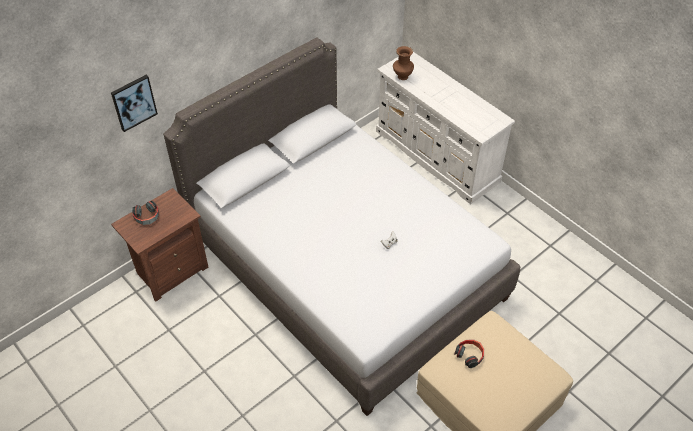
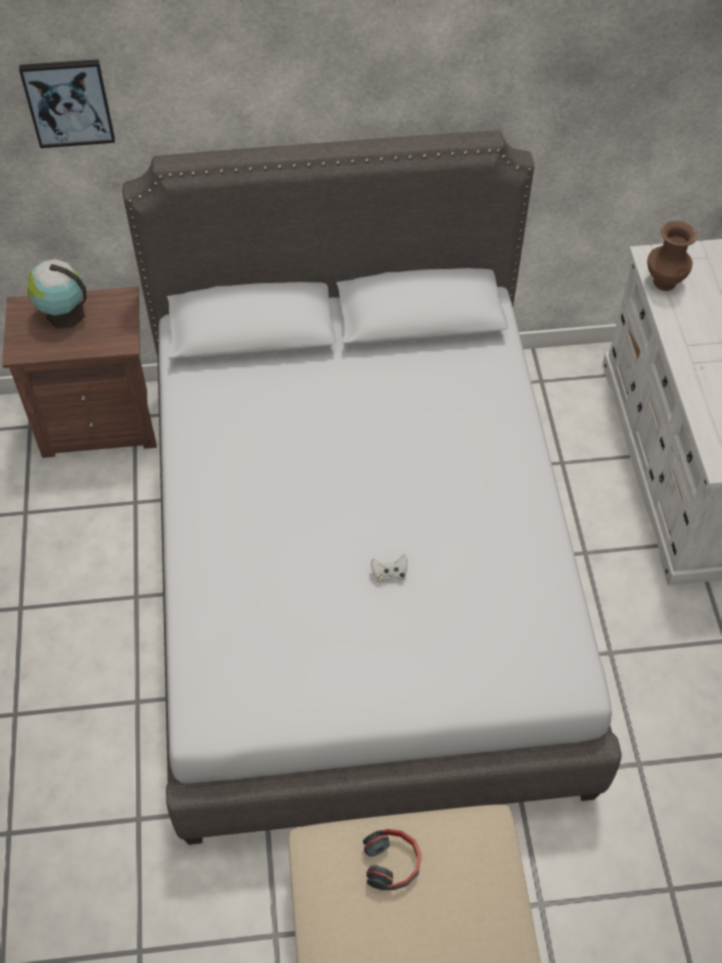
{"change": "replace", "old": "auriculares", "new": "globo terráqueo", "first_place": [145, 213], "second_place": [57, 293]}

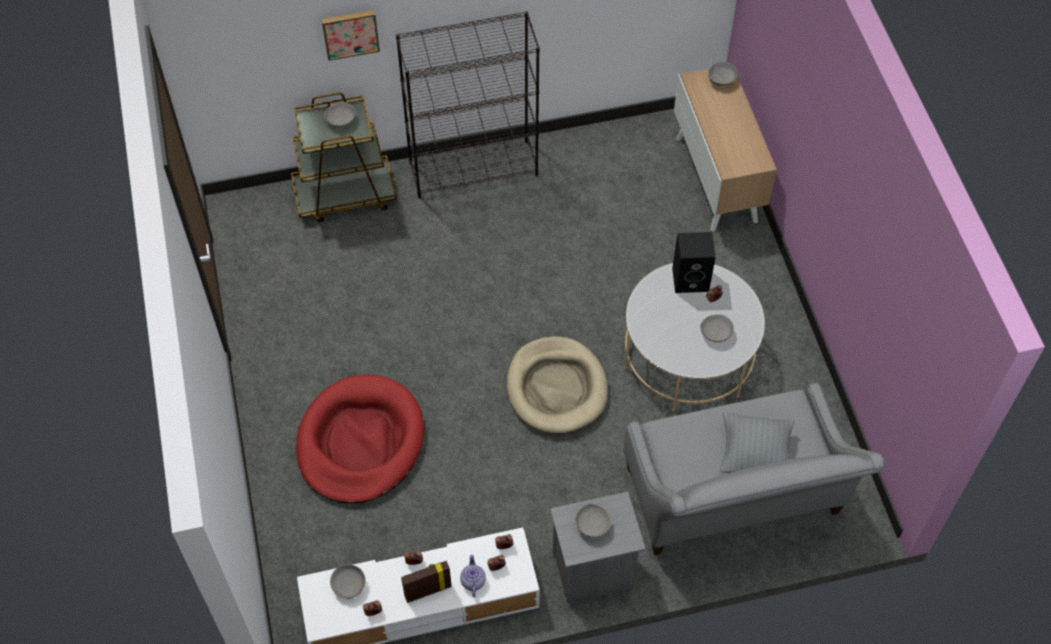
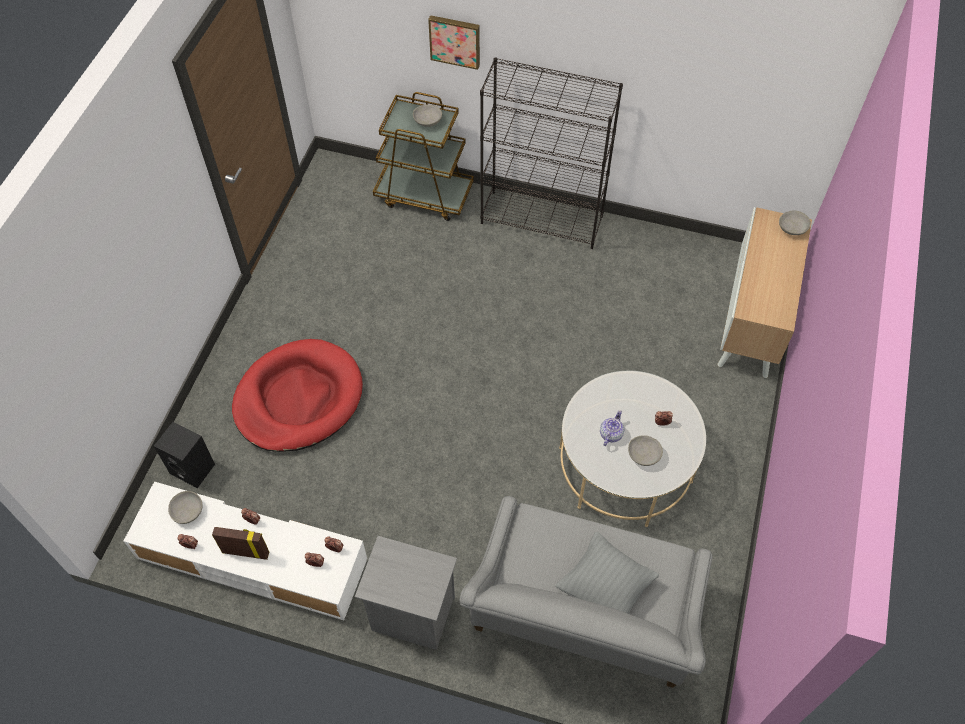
{"change": "move", "old": "altavoz (negro)", "first_place": [694, 262], "second_place": [184, 455]}
{"change": "move", "old": "tetera", "first_place": [473, 576], "second_place": [612, 428]}
{"change": "delete", "old": "cama para perro (beis)", "first_place": [557, 385]}
{"change": "delete", "old": "cuenco (gris)", "first_place": [593, 520]}

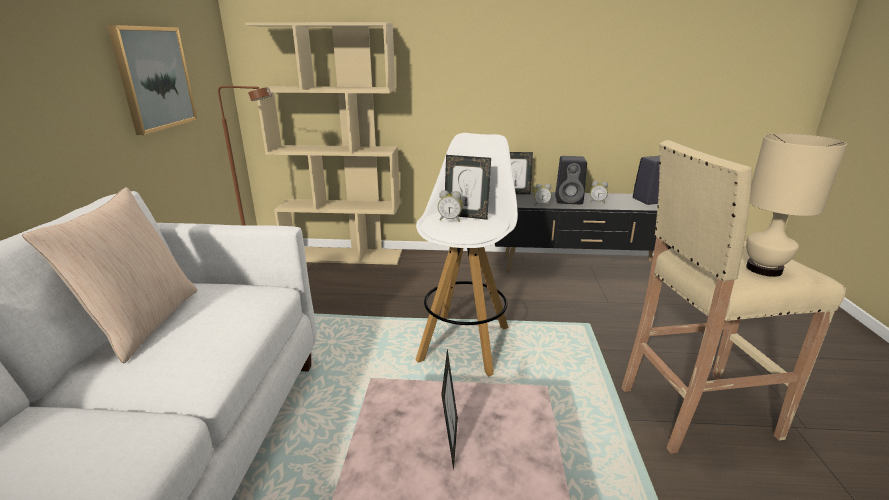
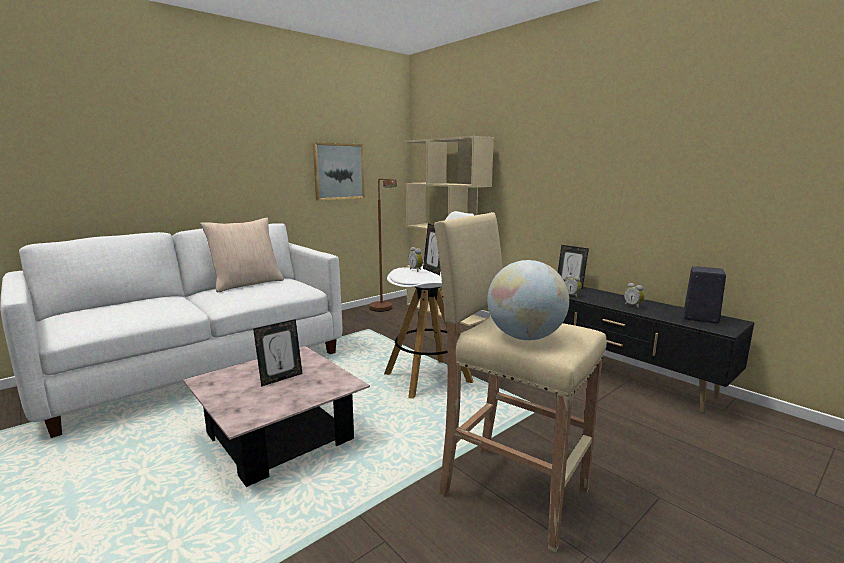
{"change": "replace", "old": "lámpara de mesa (beis)", "new": "globo terráqueo", "first_place": [796, 205], "second_place": [528, 300]}
{"change": "delete", "old": "altavoz (negro)", "first_place": [571, 180]}

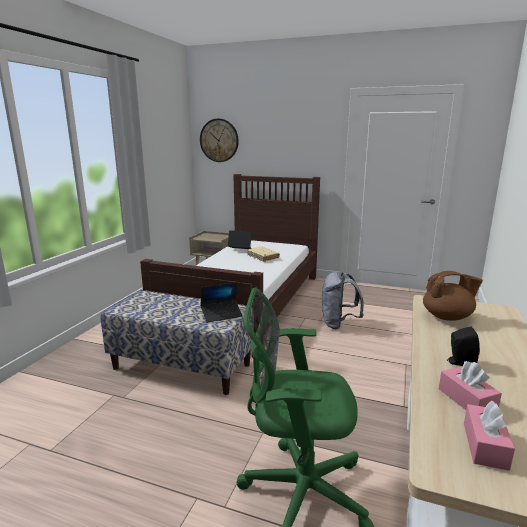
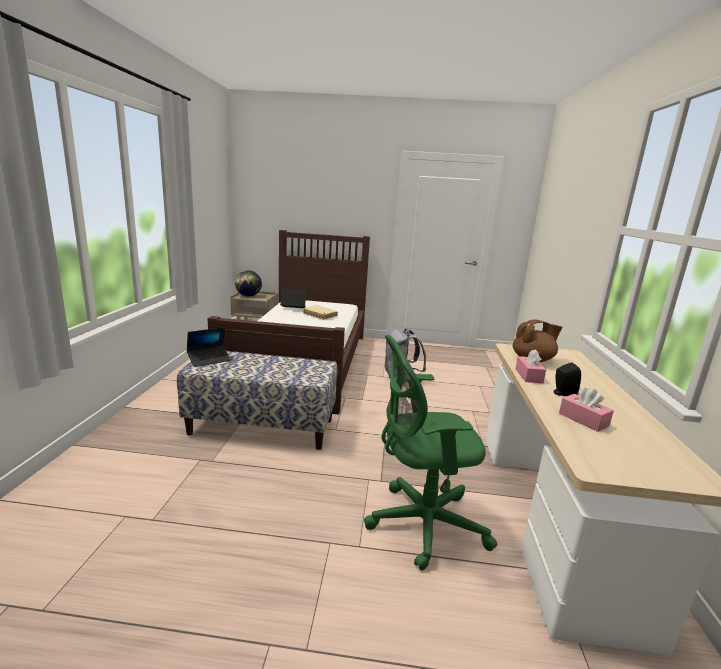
{"change": "move", "old": "portátil", "first_place": [221, 302], "second_place": [209, 347]}
{"change": "insert", "new": "globo terráqueo", "second_place": [248, 283]}
{"change": "move", "old": "caja de pañuelos (rosa)", "first_place": [489, 435], "second_place": [530, 366]}
{"change": "delete", "old": "reloj de pared", "first_place": [219, 140]}

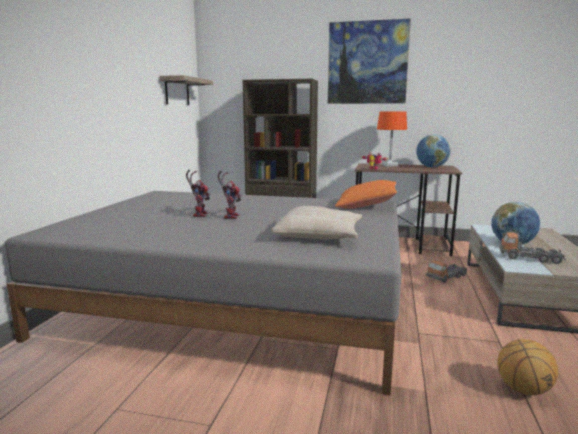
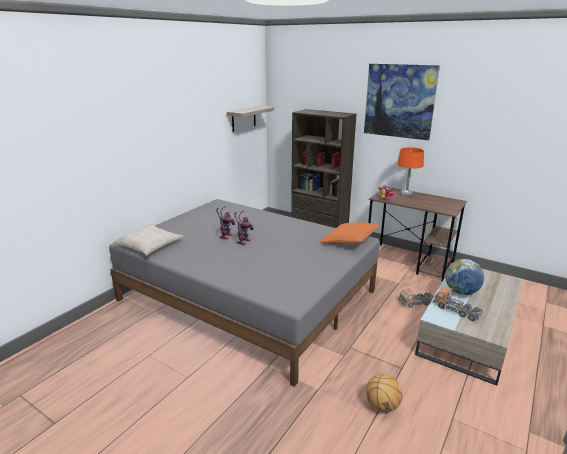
{"change": "move", "old": "cojín (beis)", "first_place": [316, 222], "second_place": [149, 240]}
{"change": "delete", "old": "globo terráqueo", "first_place": [433, 150]}

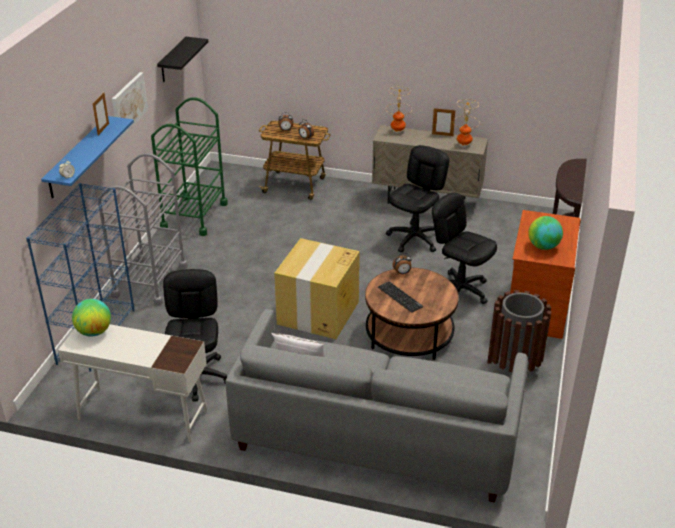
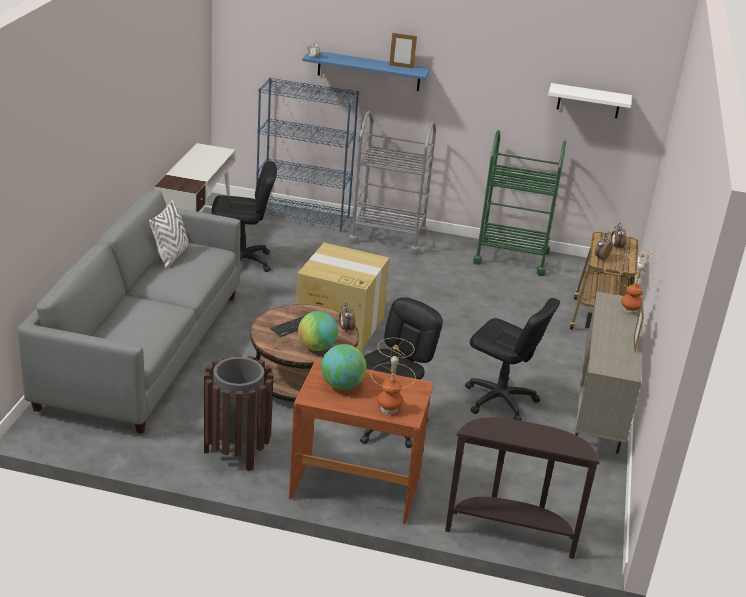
{"change": "move", "old": "globo terráqueo", "first_place": [91, 318], "second_place": [318, 331]}
{"change": "move", "old": "lámpara de mesa", "first_place": [466, 123], "second_place": [393, 376]}
{"change": "recolor", "old": "estante (negro)", "new": "estante (blanco)", "first_place": [182, 59], "second_place": [590, 100]}
{"change": "delete", "old": "cuadro", "first_place": [130, 105]}

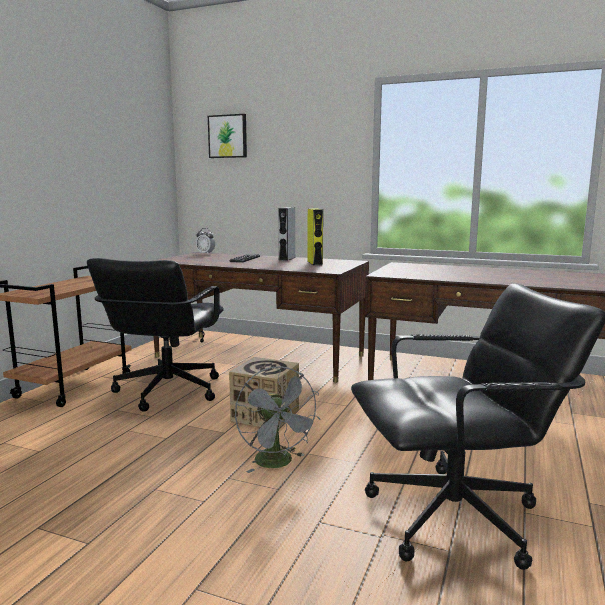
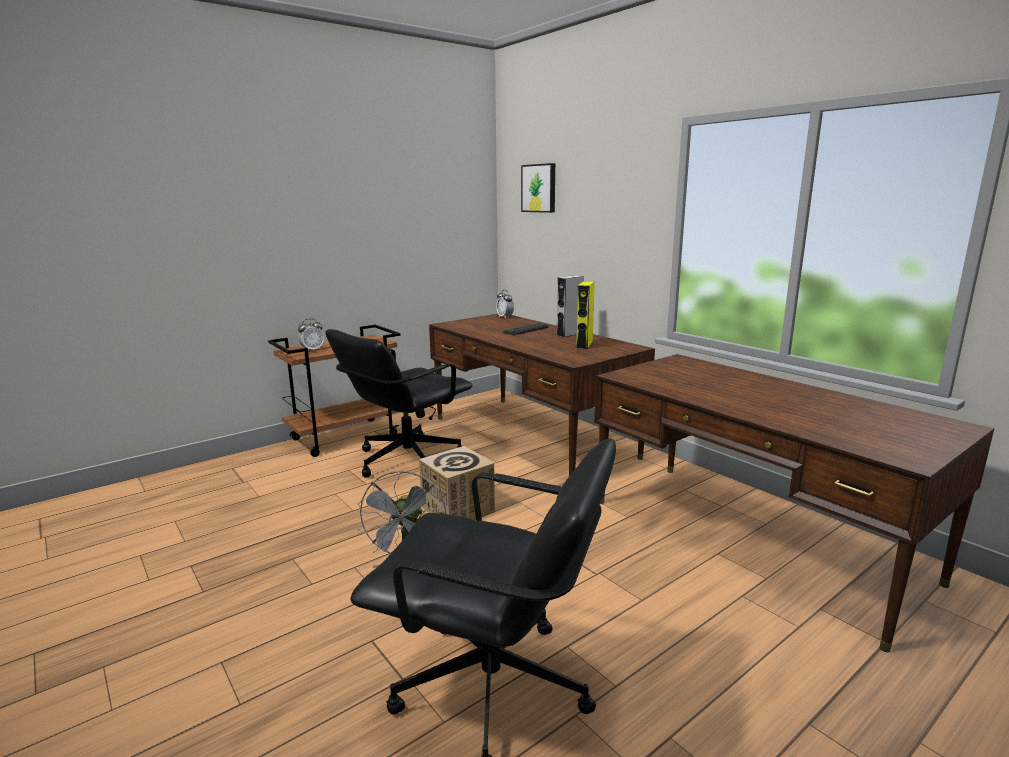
{"change": "insert", "new": "despertador", "second_place": [311, 334]}

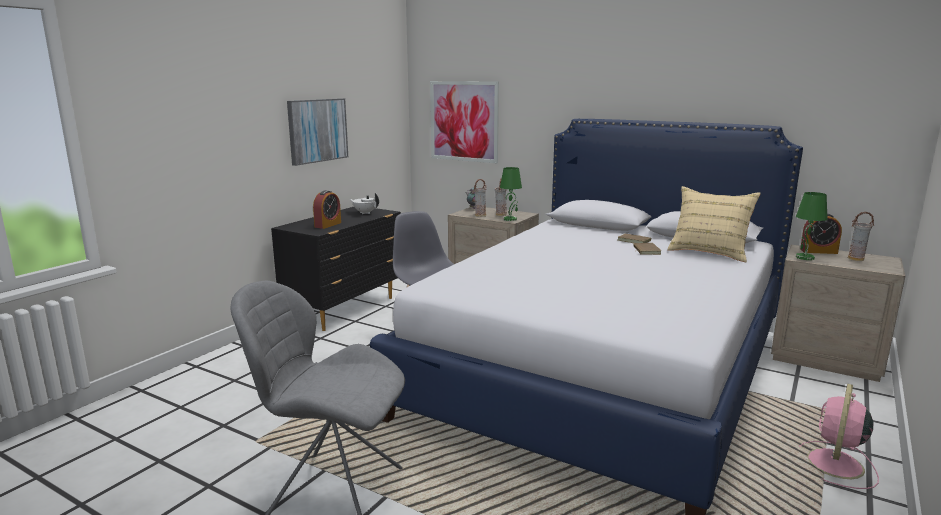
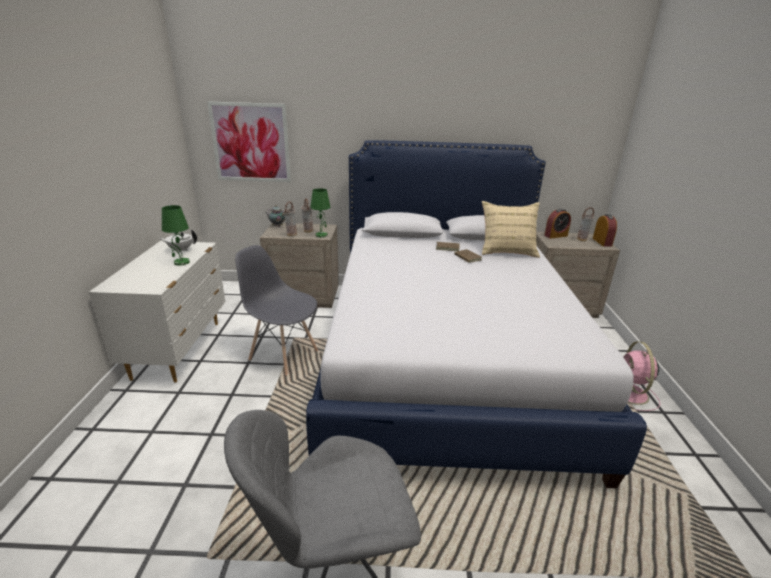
{"change": "recolor", "old": "cómoda (negro)", "new": "cómoda (blanco)", "first_place": [336, 269], "second_place": [157, 312]}
{"change": "move", "old": "lámpara de mesa (verde)", "first_place": [812, 226], "second_place": [176, 235]}
{"change": "move", "old": "despertador", "first_place": [327, 209], "second_place": [605, 231]}
{"change": "delete", "old": "cuadro", "first_place": [317, 132]}

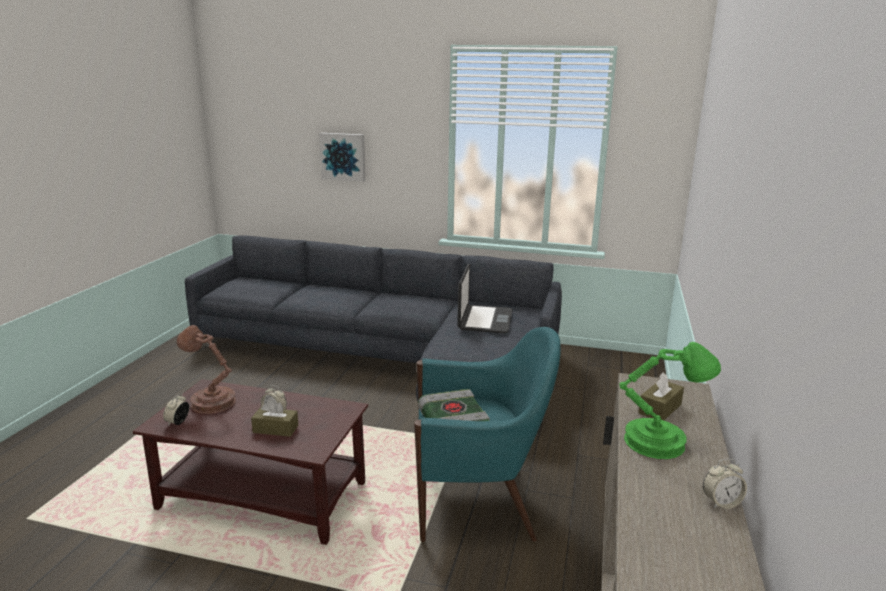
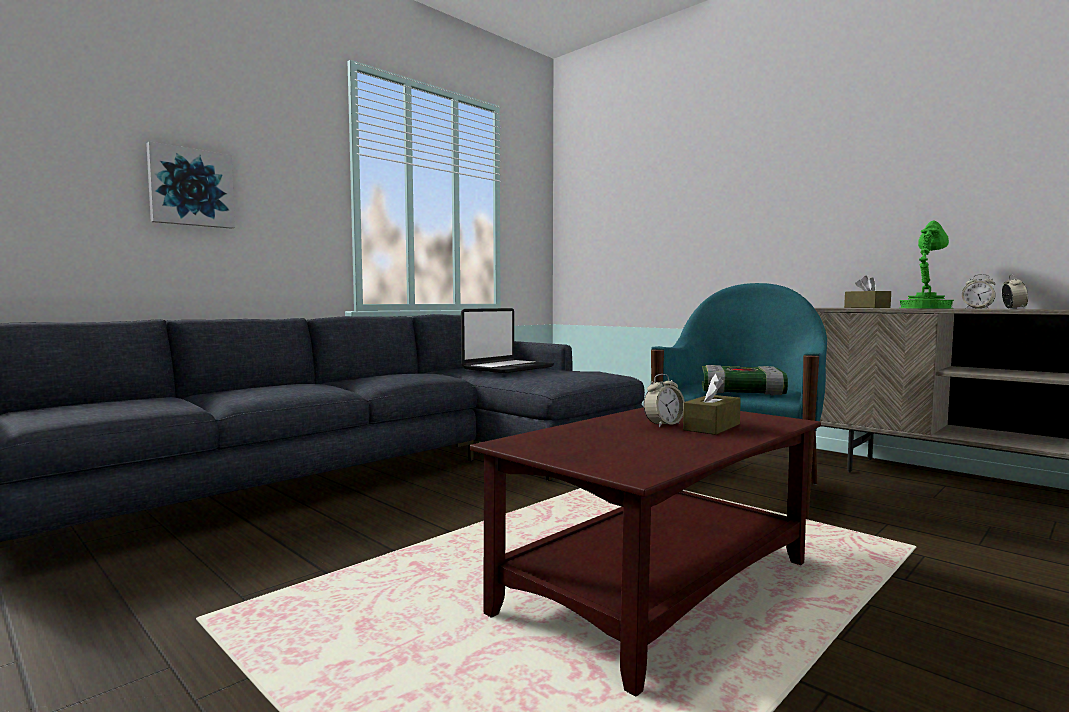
{"change": "rotate", "old": "portátil", "first_place": [485, 298], "second_place": [507, 340], "degrees": 90}
{"change": "move", "old": "despertador", "first_place": [176, 410], "second_place": [979, 291]}
{"change": "delete", "old": "lámpara de mesa (marrón)", "first_place": [206, 369]}

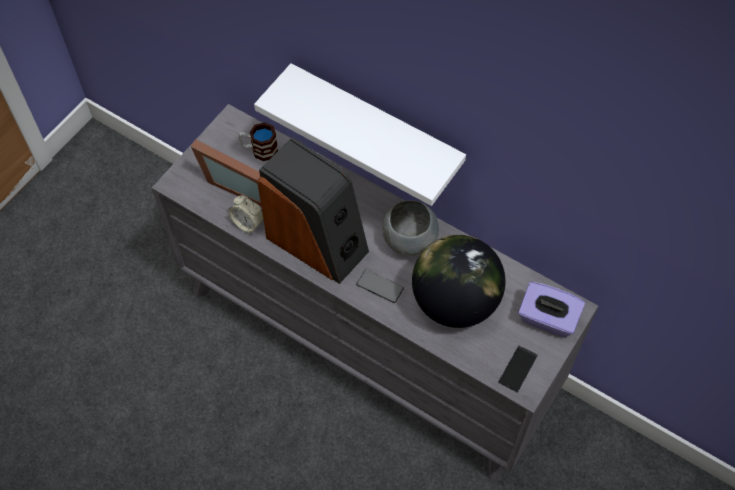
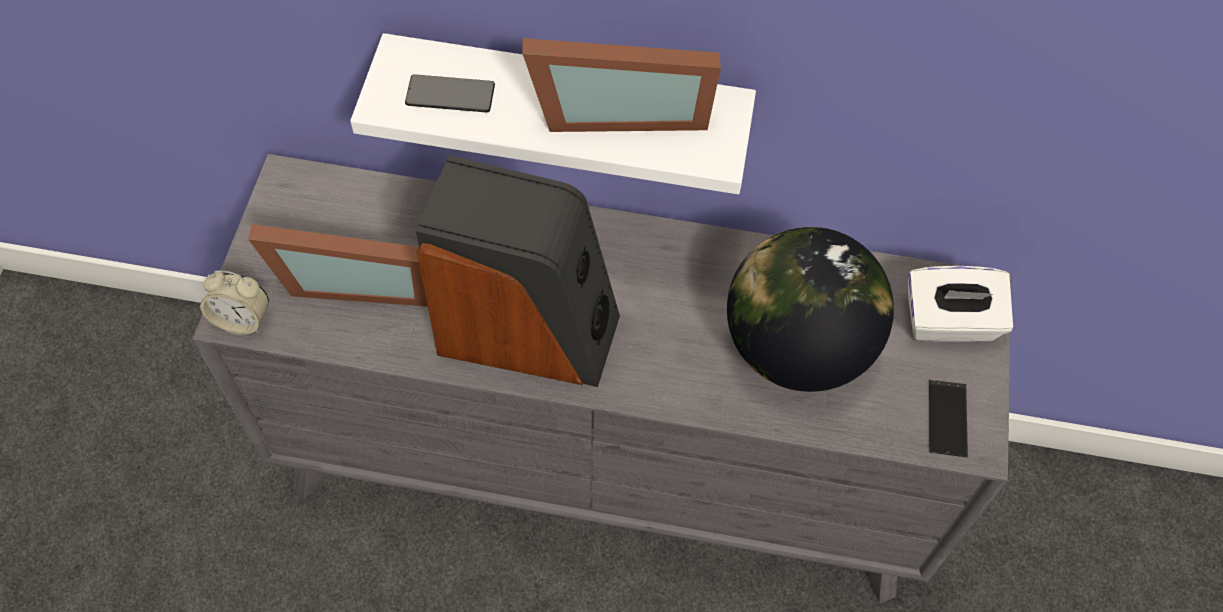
{"change": "move", "old": "despertador", "first_place": [246, 214], "second_place": [234, 303]}
{"change": "move", "old": "móvil", "first_place": [380, 286], "second_place": [450, 93]}
{"change": "insert", "new": "portarretratos", "second_place": [621, 85]}
{"change": "recolor", "old": "caja de pañuelos (morado)", "new": "caja de pañuelos (blanco)", "first_place": [551, 310], "second_place": [960, 304]}
{"change": "delete", "old": "taza grande", "first_place": [258, 141]}
{"change": "delete", "old": "cuenco (gris)", "first_place": [410, 228]}

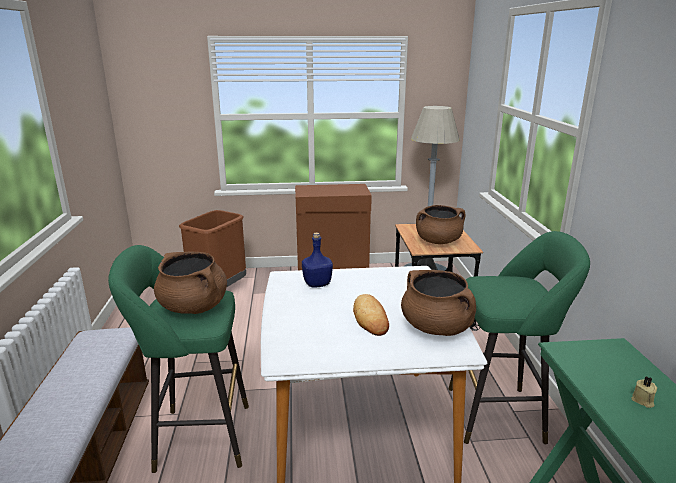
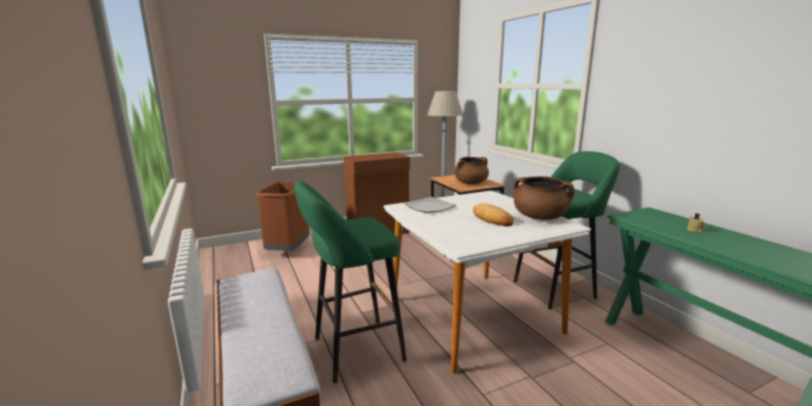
{"change": "replace", "old": "botella (azul)", "new": "plato", "first_place": [317, 259], "second_place": [430, 205]}
{"change": "delete", "old": "olla (marrón)", "first_place": [190, 282]}

